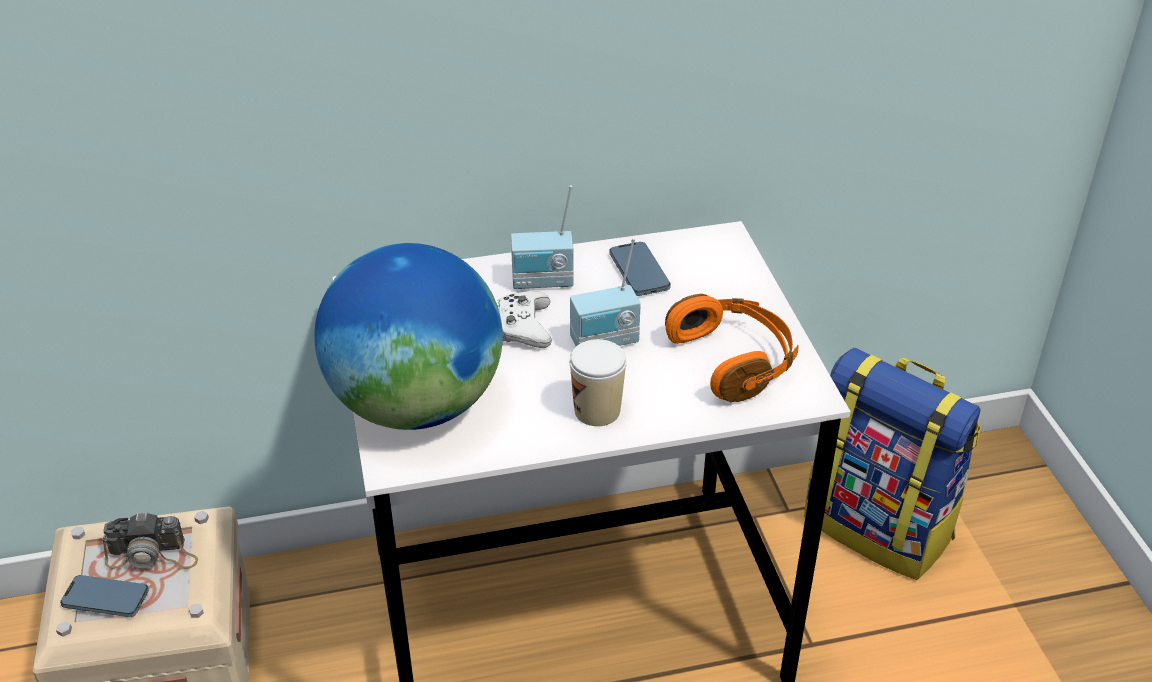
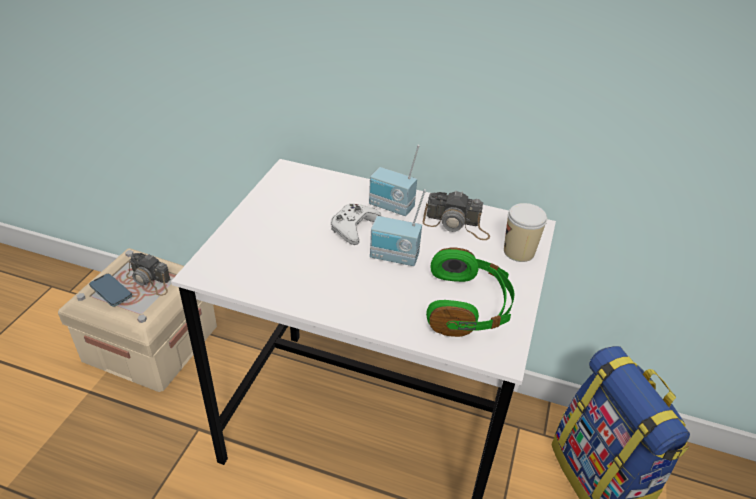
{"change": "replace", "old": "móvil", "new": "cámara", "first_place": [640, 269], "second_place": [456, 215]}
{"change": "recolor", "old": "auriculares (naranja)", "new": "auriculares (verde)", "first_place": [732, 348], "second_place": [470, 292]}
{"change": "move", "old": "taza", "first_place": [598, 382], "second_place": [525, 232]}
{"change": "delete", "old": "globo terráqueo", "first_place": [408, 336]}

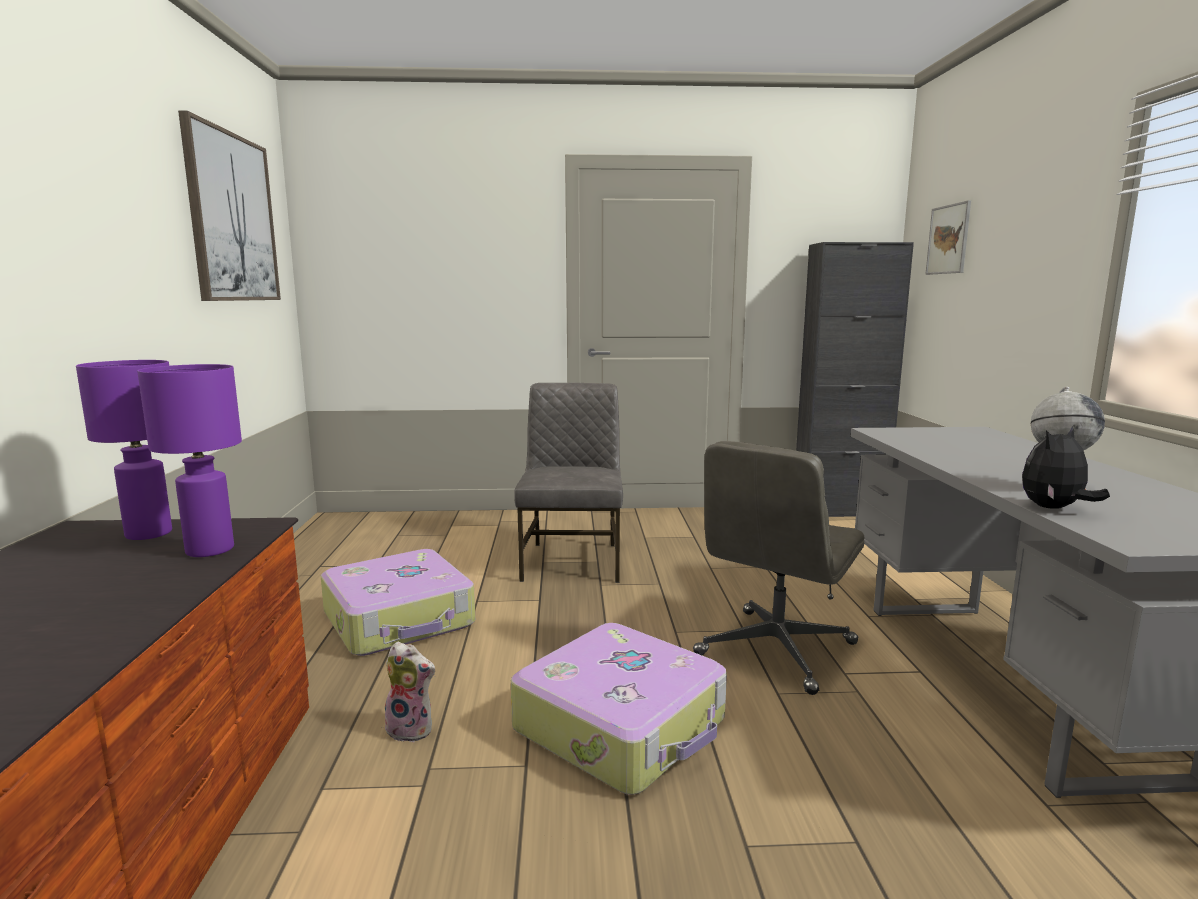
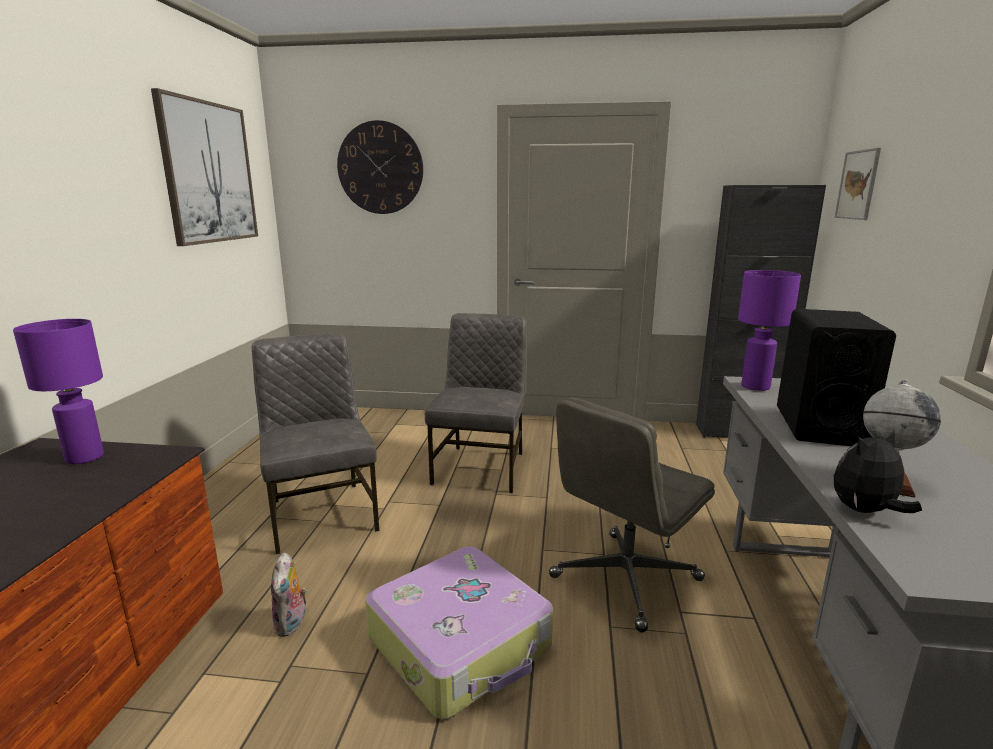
{"change": "replace", "old": "maleta", "new": "silla (gris)", "first_place": [398, 602], "second_place": [316, 443]}
{"change": "rotate", "old": "peluche", "first_place": [410, 692], "second_place": [289, 595], "degrees": 60}
{"change": "insert", "new": "reloj de pared", "second_place": [380, 167]}
{"change": "move", "old": "lámpara de mesa (morado)", "first_place": [189, 460], "second_place": [769, 330]}
{"change": "insert", "new": "altavoz (negro)", "second_place": [836, 377]}

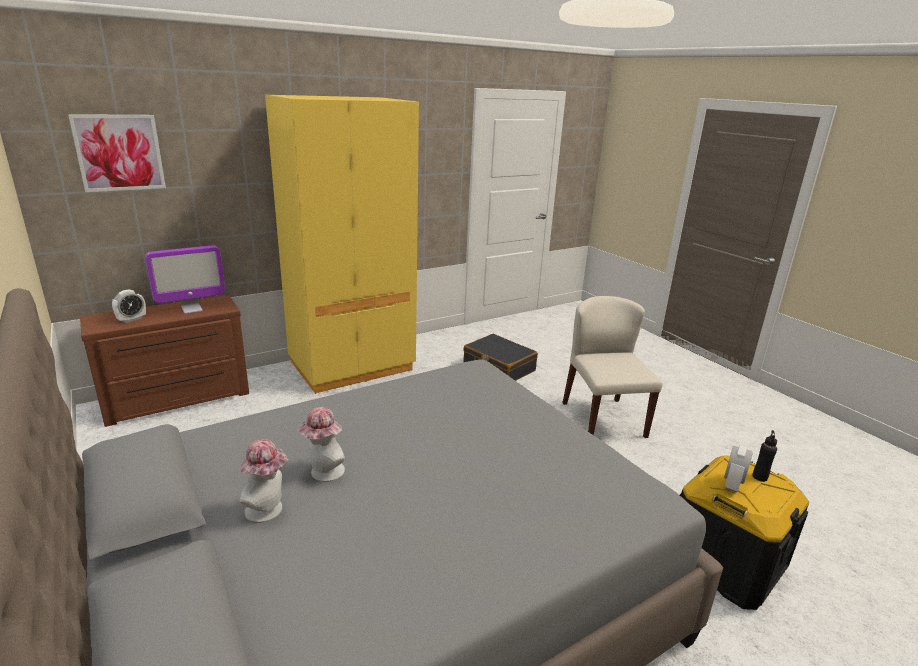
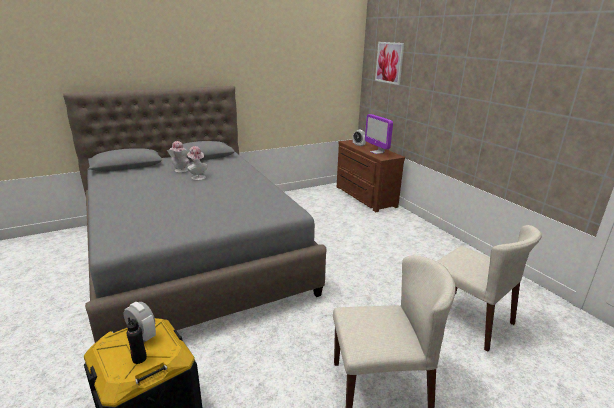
{"change": "replace", "old": "maleta (negro)", "new": "silla (beis)", "first_place": [500, 357], "second_place": [489, 288]}
{"change": "delete", "old": "armario ropero (amarillo)", "first_place": [342, 244]}

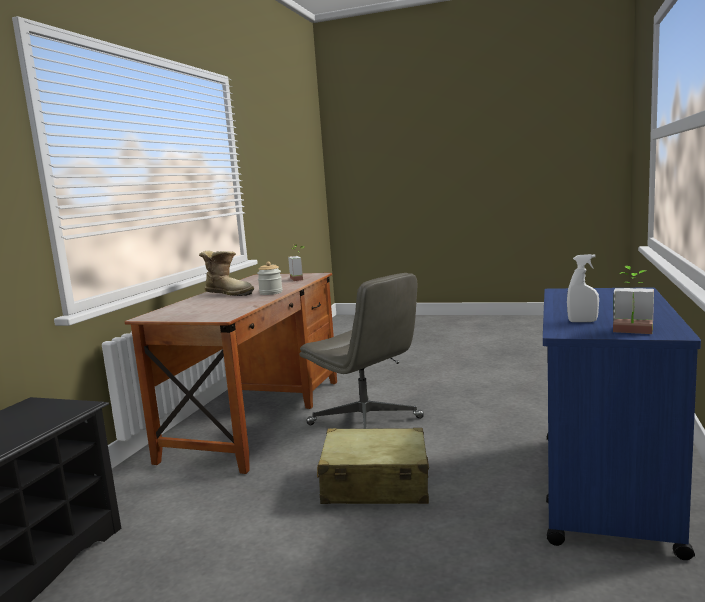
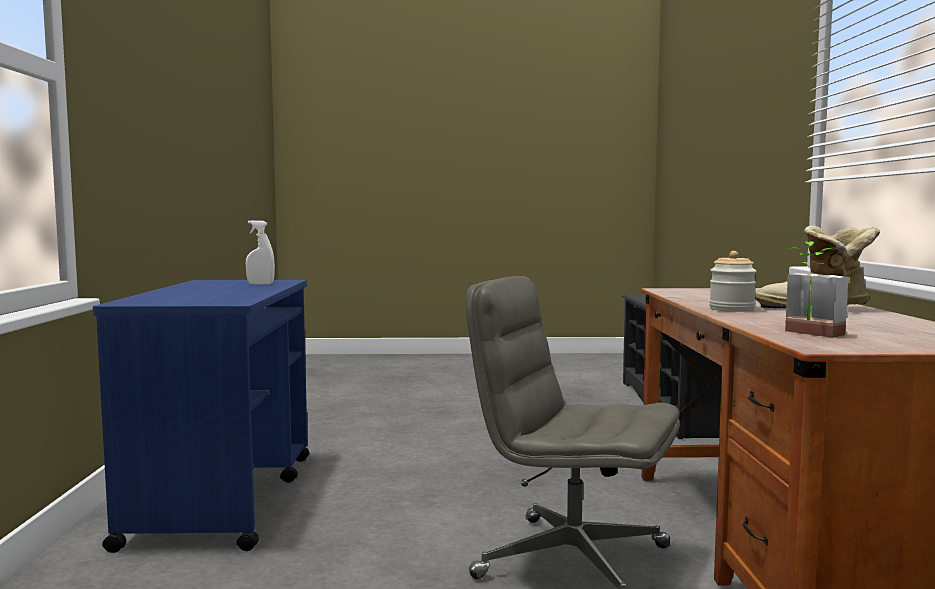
{"change": "delete", "old": "maleta (beis)", "first_place": [373, 466]}
{"change": "delete", "old": "planta en maceta", "first_place": [633, 300]}

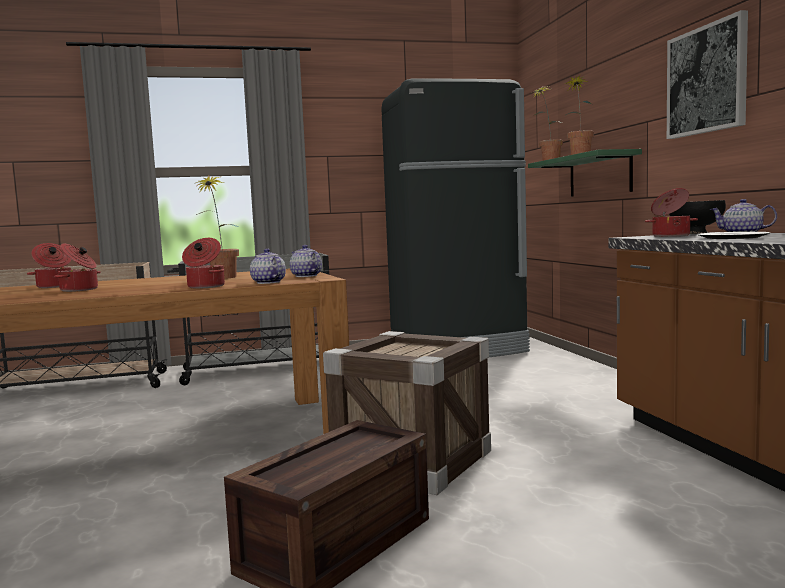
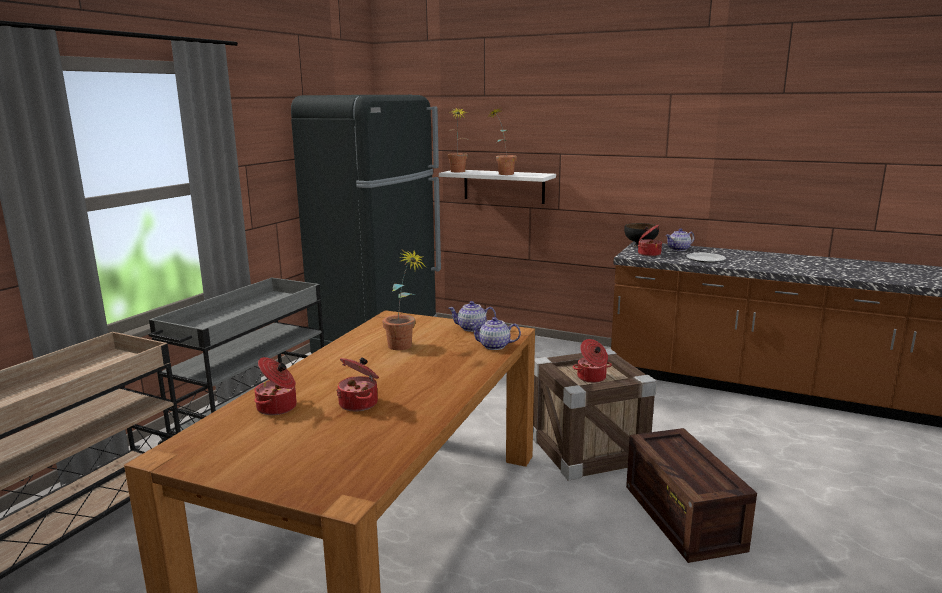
{"change": "recolor", "old": "estante (verde)", "new": "estante (blanco)", "first_place": [585, 173], "second_place": [497, 187]}
{"change": "move", "old": "olla", "first_place": [203, 263], "second_place": [592, 361]}
{"change": "delete", "old": "cuadro", "first_place": [707, 74]}

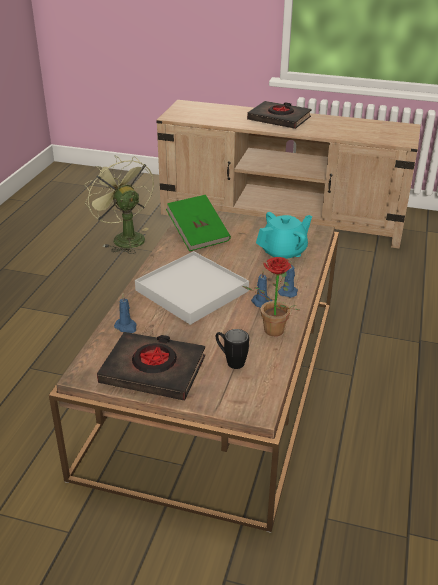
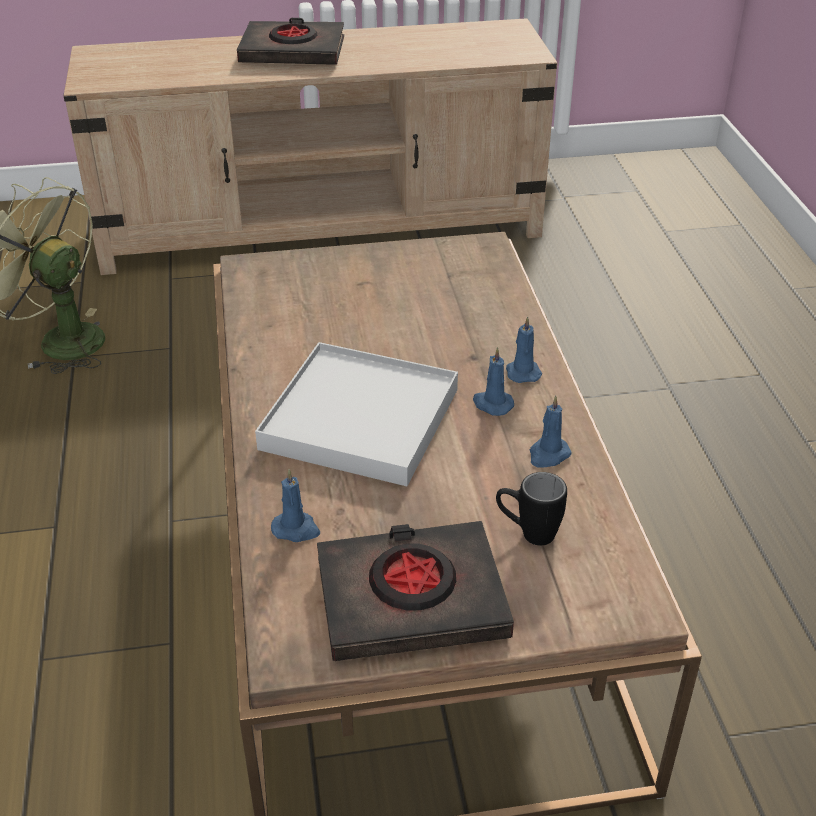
{"change": "replace", "old": "planta en maceta", "new": "vela (azul)", "first_place": [271, 296], "second_place": [551, 432]}
{"change": "delete", "old": "libro (verde)", "first_place": [198, 223]}
{"change": "delete", "old": "tetera (turquesa)", "first_place": [284, 235]}

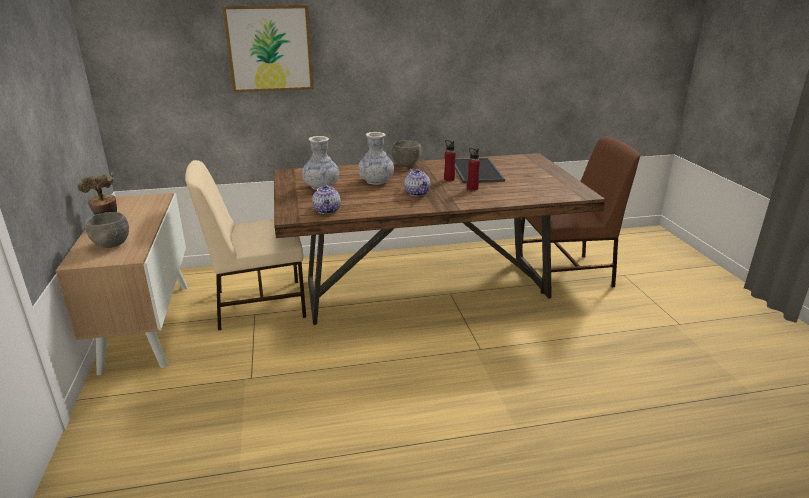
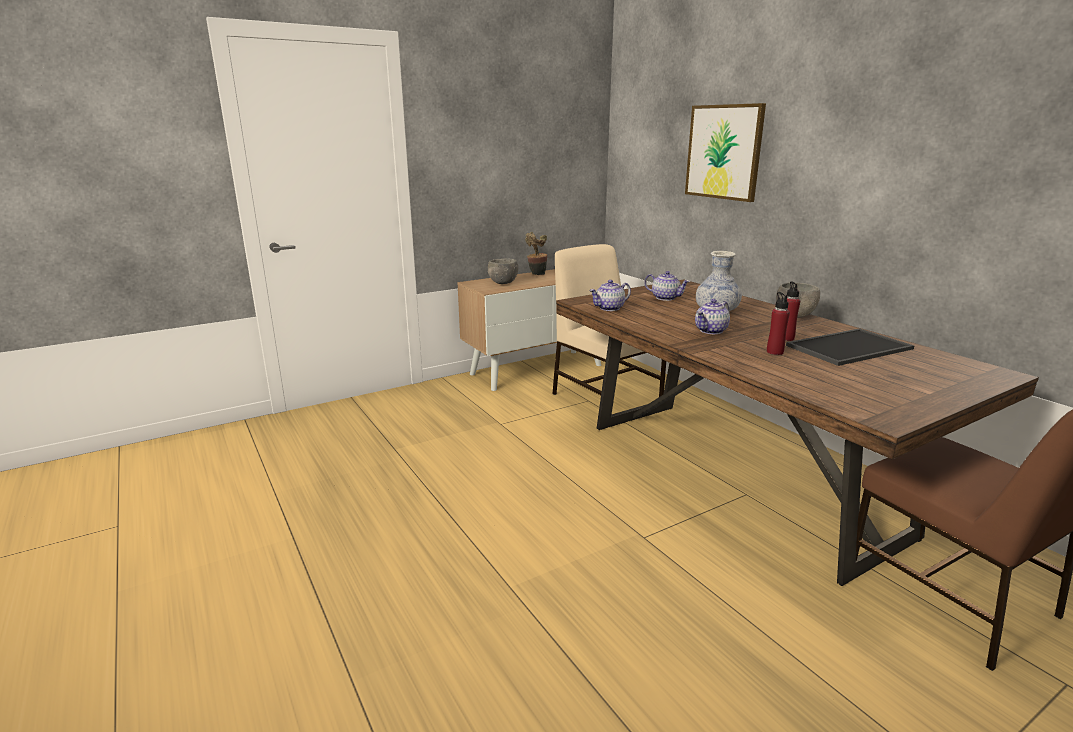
{"change": "replace", "old": "florero", "new": "tetera", "first_place": [320, 163], "second_place": [667, 286]}

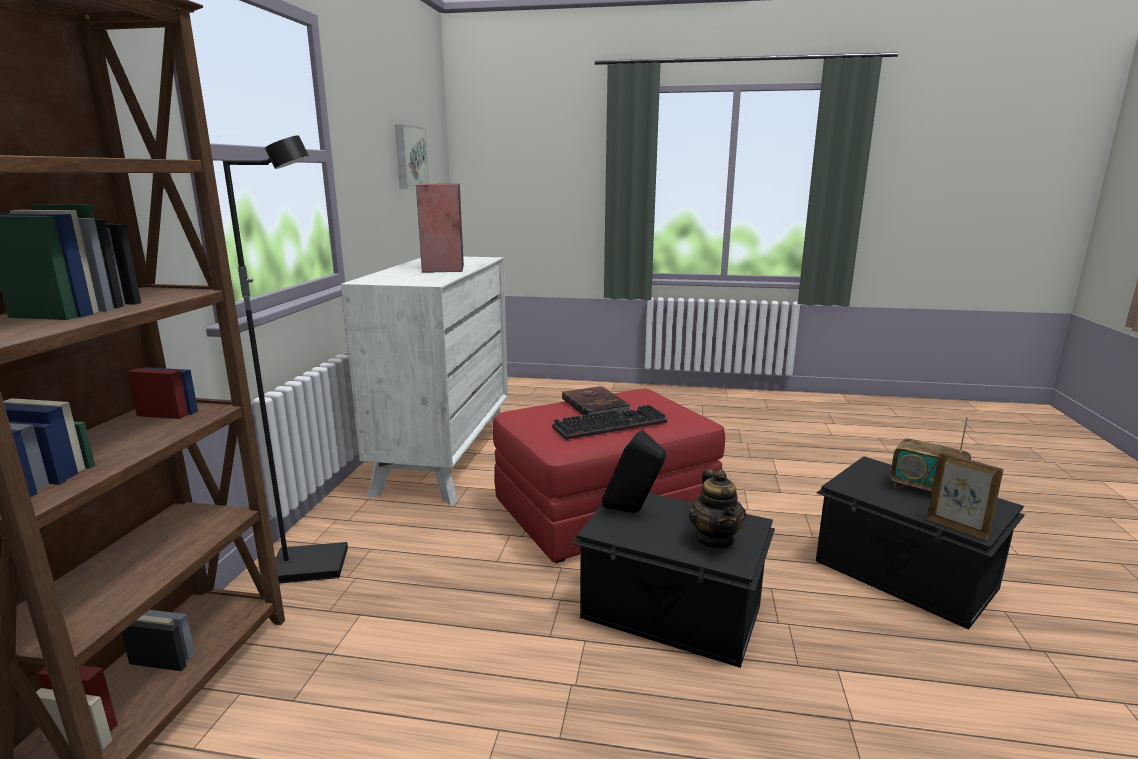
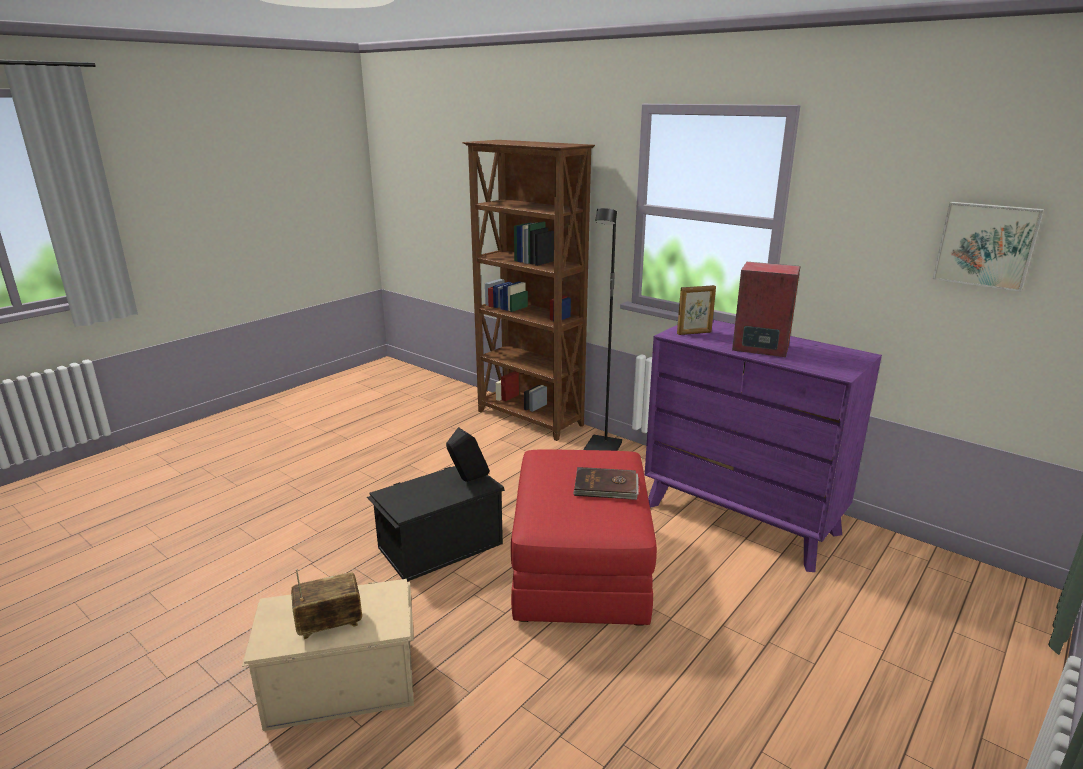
{"change": "recolor", "old": "caja de almacenaje (negro)", "new": "caja de almacenaje (beis)", "first_place": [920, 543], "second_place": [328, 655]}
{"change": "recolor", "old": "cómoda (blanco)", "new": "cómoda (morado)", "first_place": [424, 381], "second_place": [763, 446]}
{"change": "move", "old": "portarretratos", "first_place": [965, 496], "second_place": [696, 310]}
{"change": "delete", "old": "teclado", "first_place": [609, 422]}
{"change": "delete", "old": "tetera", "first_place": [717, 509]}

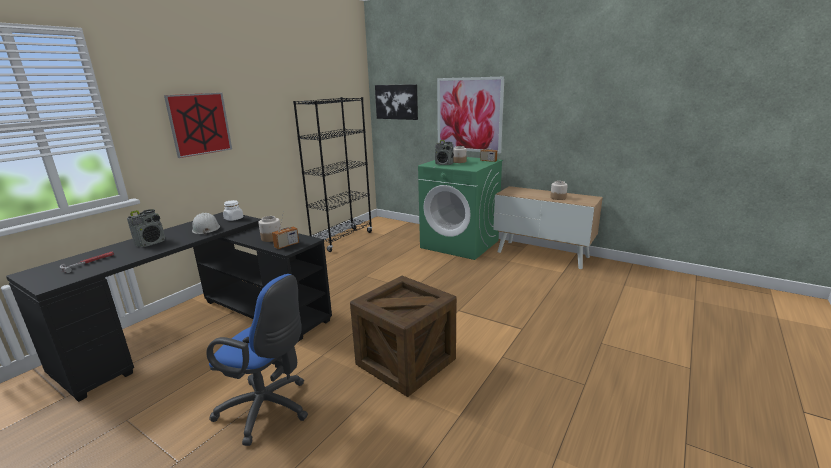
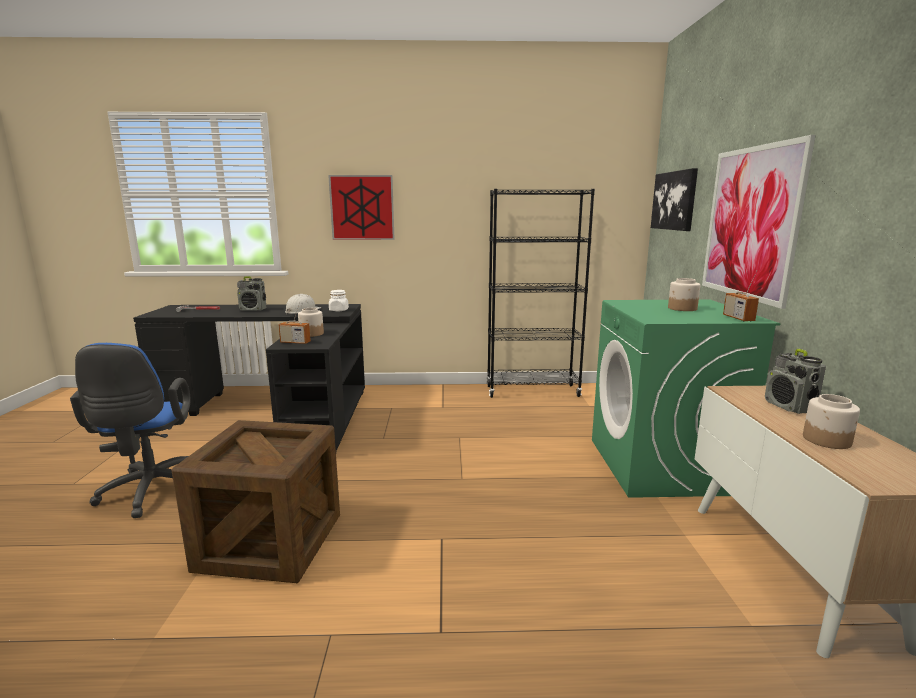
{"change": "move", "old": "radio", "first_place": [444, 152], "second_place": [795, 381]}

